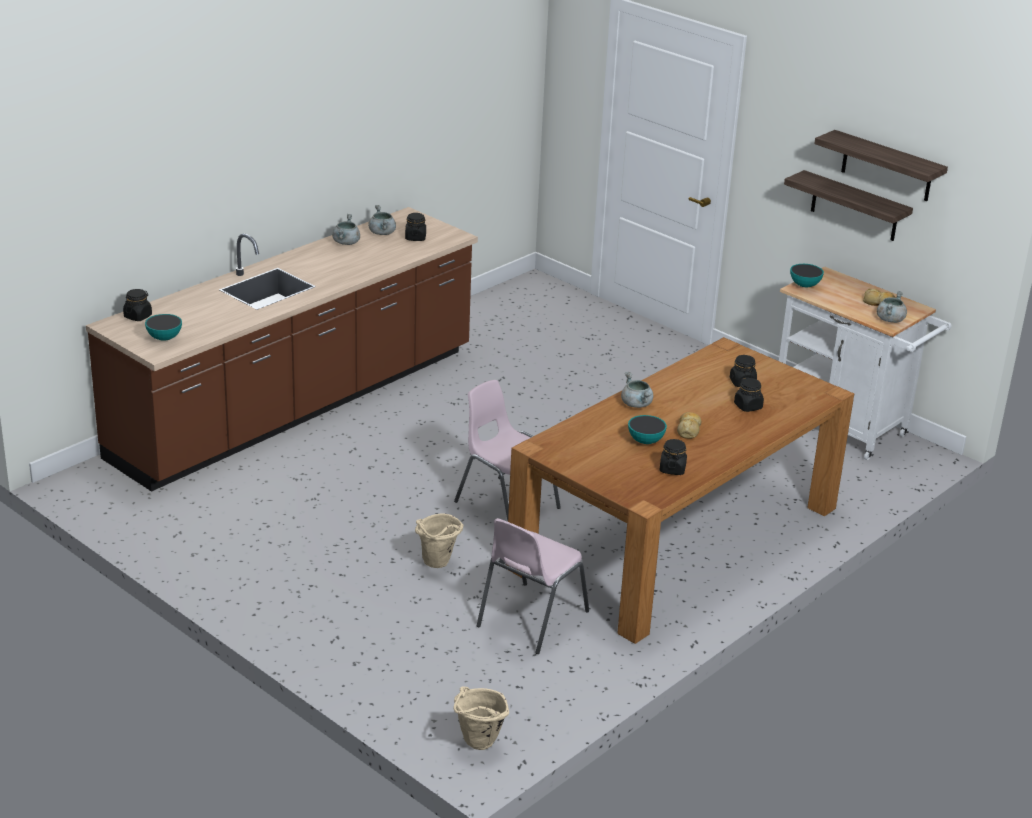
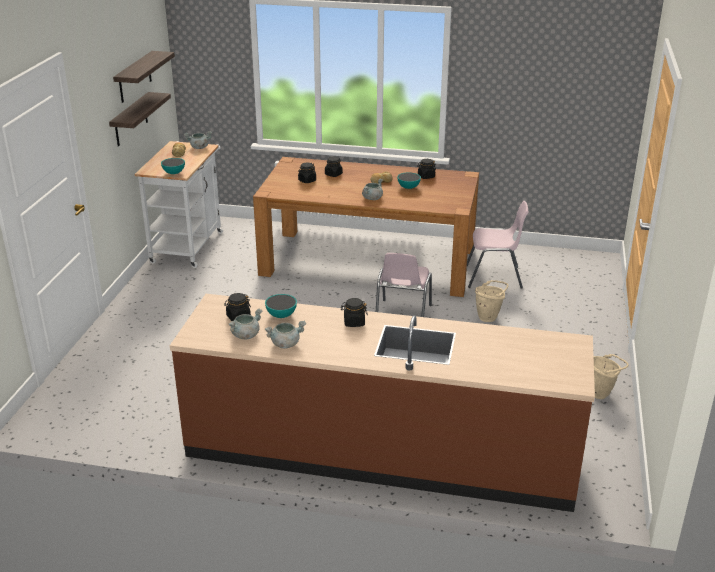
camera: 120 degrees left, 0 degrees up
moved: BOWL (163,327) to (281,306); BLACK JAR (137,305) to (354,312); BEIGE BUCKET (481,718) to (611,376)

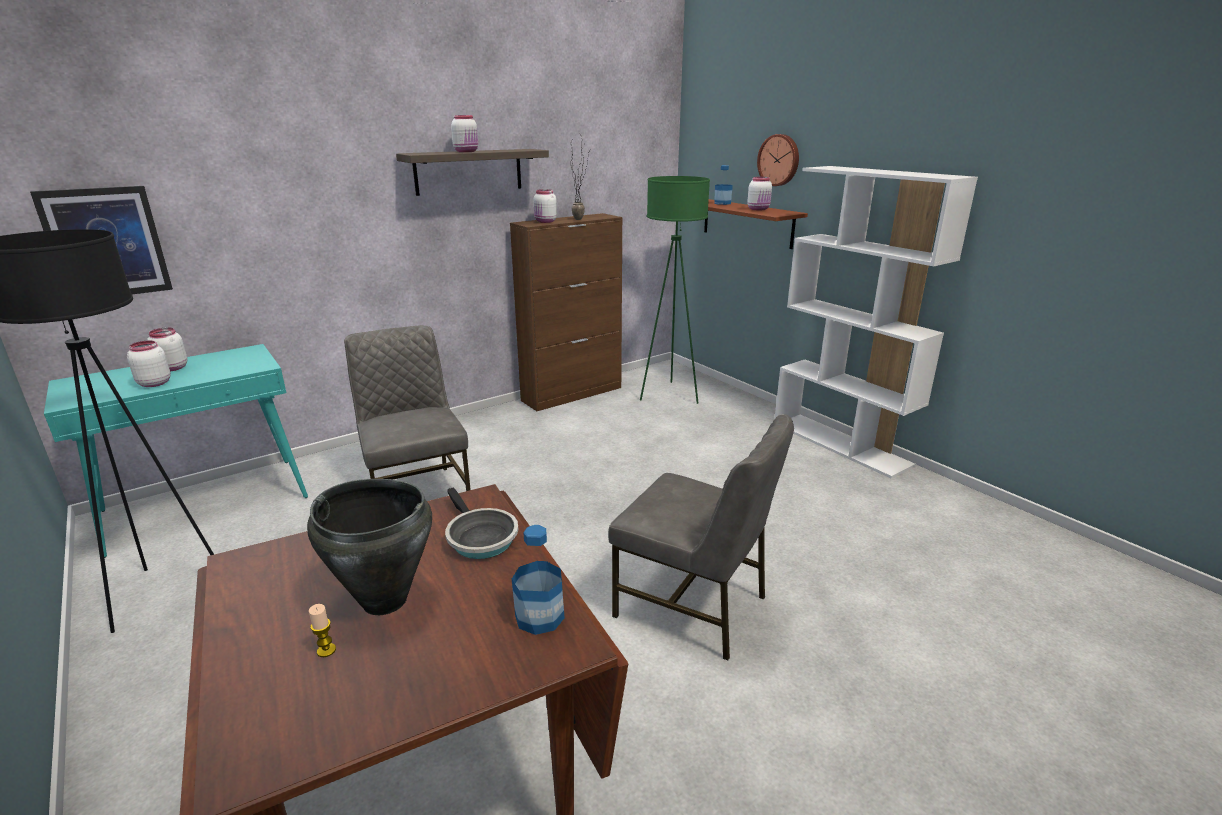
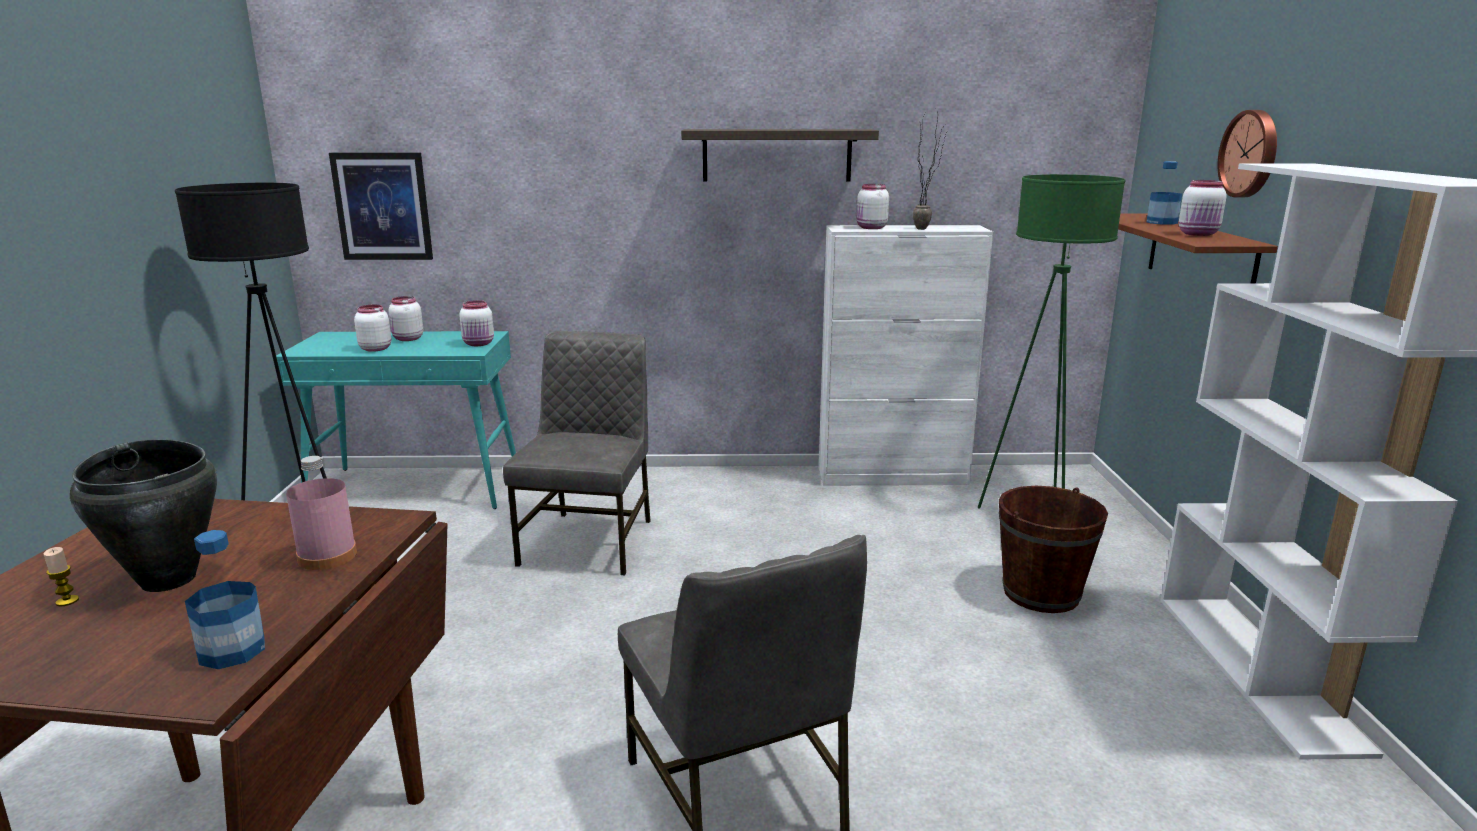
camera: 35 degrees right, 5 degrees down
added: BROWN BUCKET (1053,549)
moved: WHITE JAR (464,133) to (476,323)
replaced: FRYING PAN (481,523) to PINK BOTTLE (321,513)
recoloured: BROWN CABINET (566,312) to WHITE CABINET (906,355)

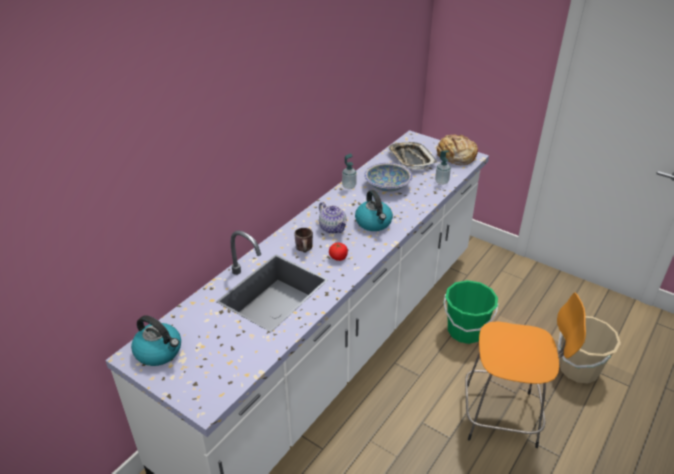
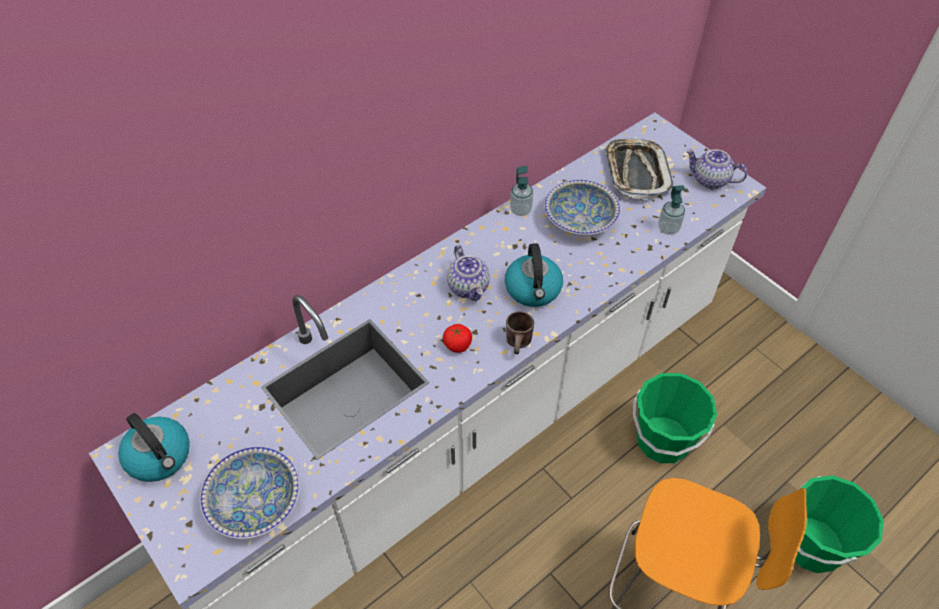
camera: 15 degrees right, 15 degrees up
added: BOWL (250,493)
moved: BROWN MUG (303,240) to (520,333)
replaced: BREAD (457,149) to TEAPOT (716,169)
recoloured: BEIGE BUCKET (589,350) to GREEN BUCKET (839,524)

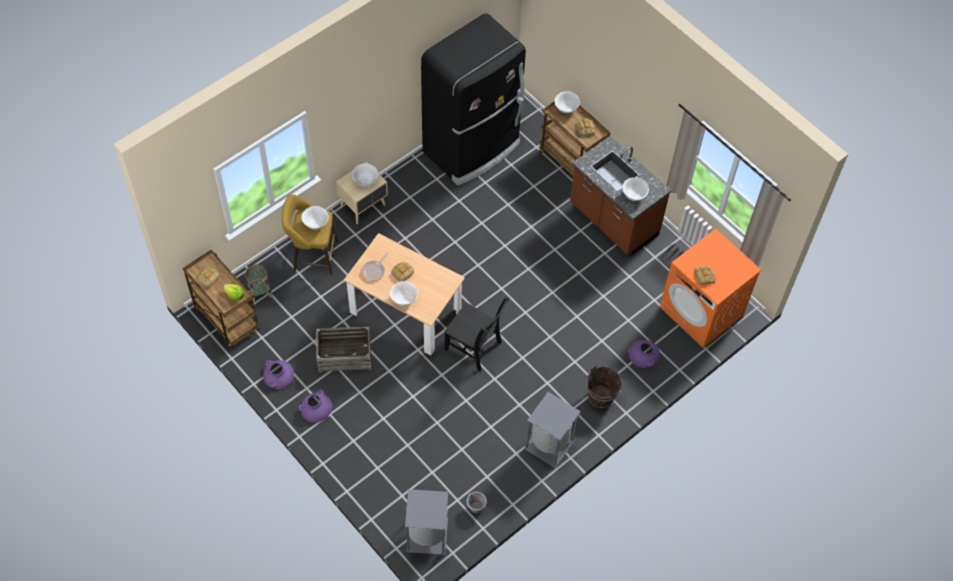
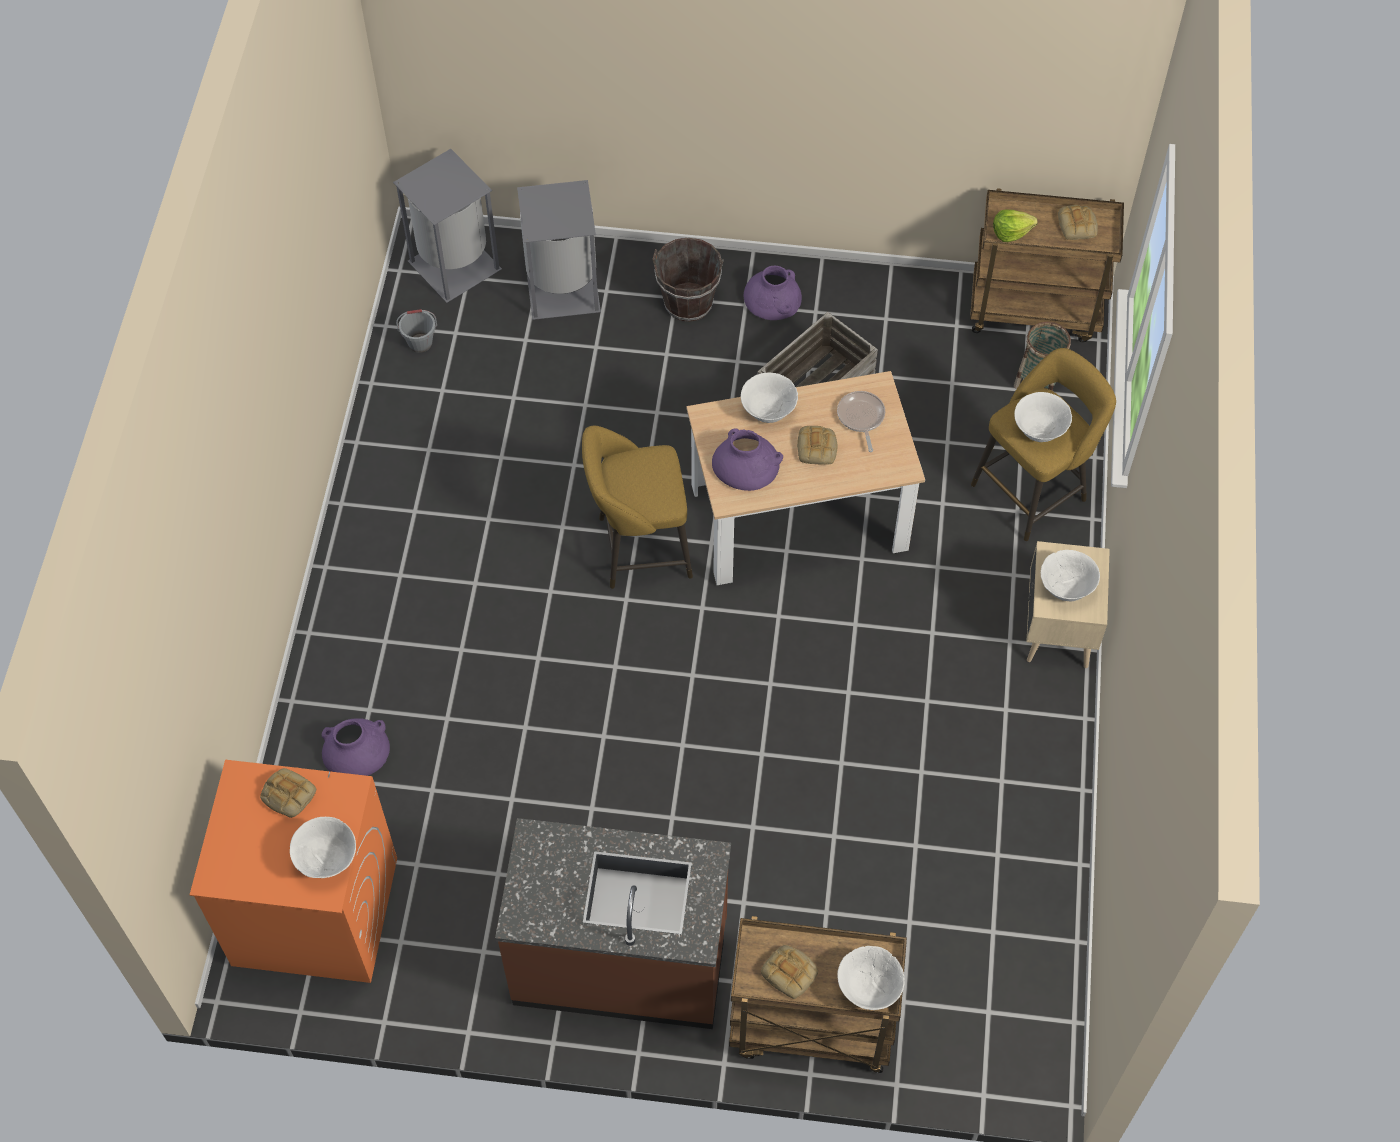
camera: 140 degrees right, 0 degrees up
removed: BLACK FRIDGE (473,99)
moved: WHITE BOWL (635,189) to (323,847); GREY TRASH CAN (552,430) to (559,250); BROWN BUCKET (604,386) to (688,280); PURPLE VASE (278,374) to (747,459)
replaced: BLACK CHAIR (476,334) to YELLOW STOOL (637,507)

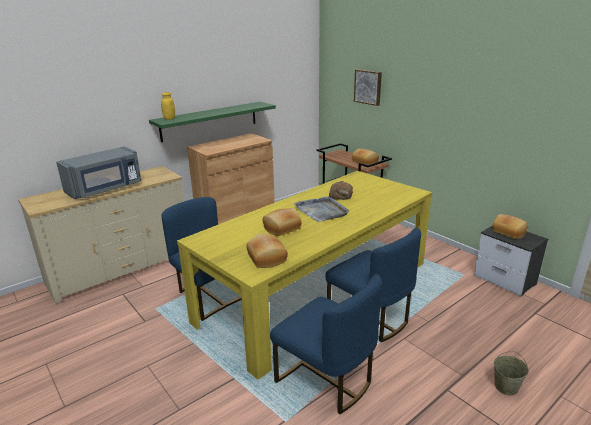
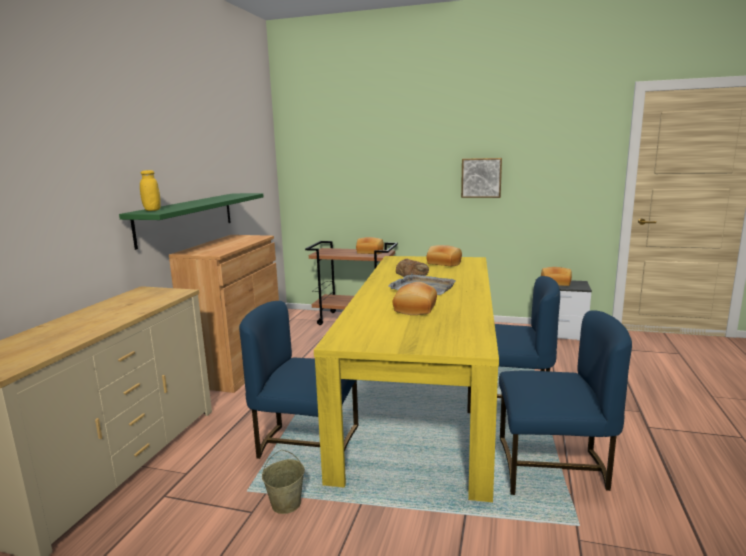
camera: 35 degrees left, 10 degrees down
removed: GREY MICROWAVE (98,172)
moved: BEIGE BUCKET (511,373) to (283,482); BREAD (267,251) to (444,255); PICTURE (368,87) to (481,178)

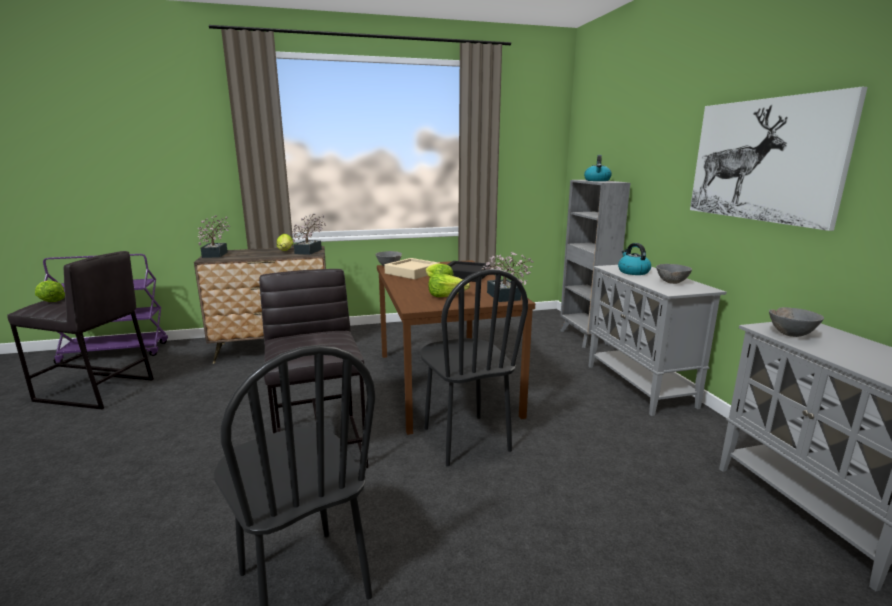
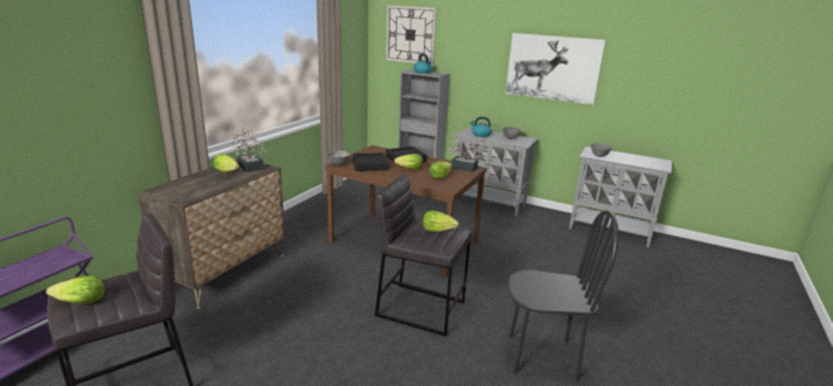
camera: 50 degrees left, 5 degrees up
removed: POTTED PLANT (214,236); BLACK CHAIR (474,368)
added: WALL CLOCK (411,35); LETTUCE (441,221)
recoloured: BEIGE TRAY (412,269) to BLACK TRAY (371,162)

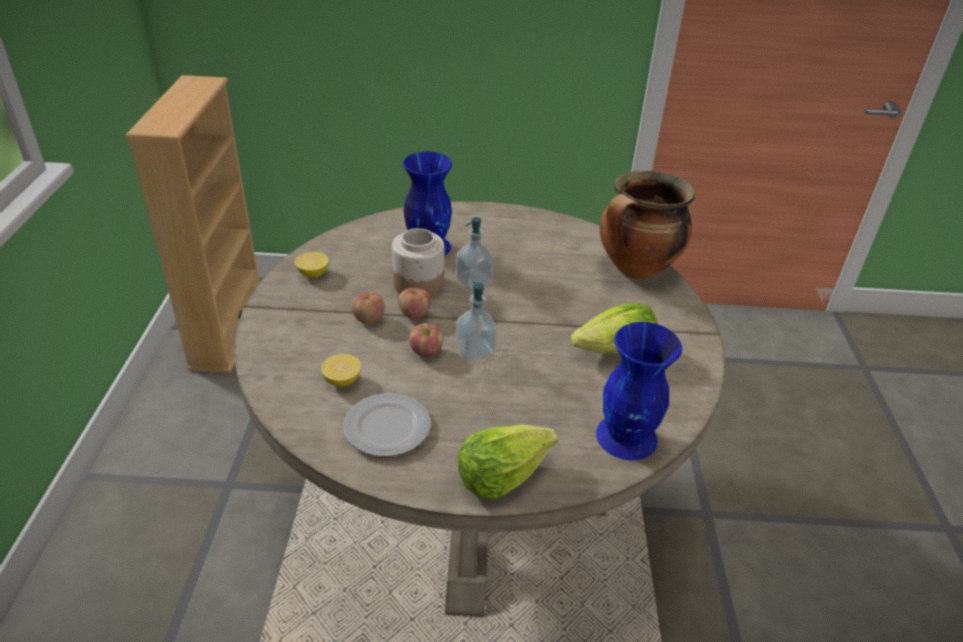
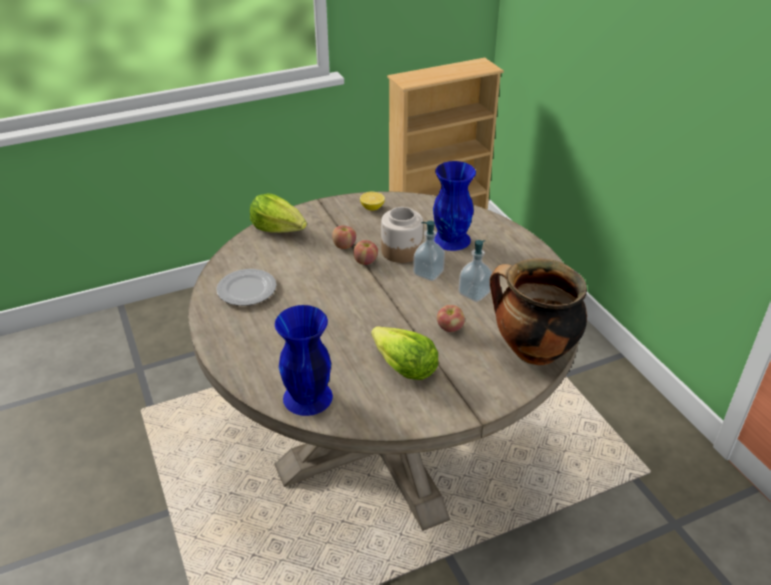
camera: 65 degrees right, 0 degrees up
removed: LEMON (341,370)
moved: LETTUCE (508,462) to (278,213); APPLE (426,340) to (451,318); SOAP DISPENSER (476,321) to (475,271)

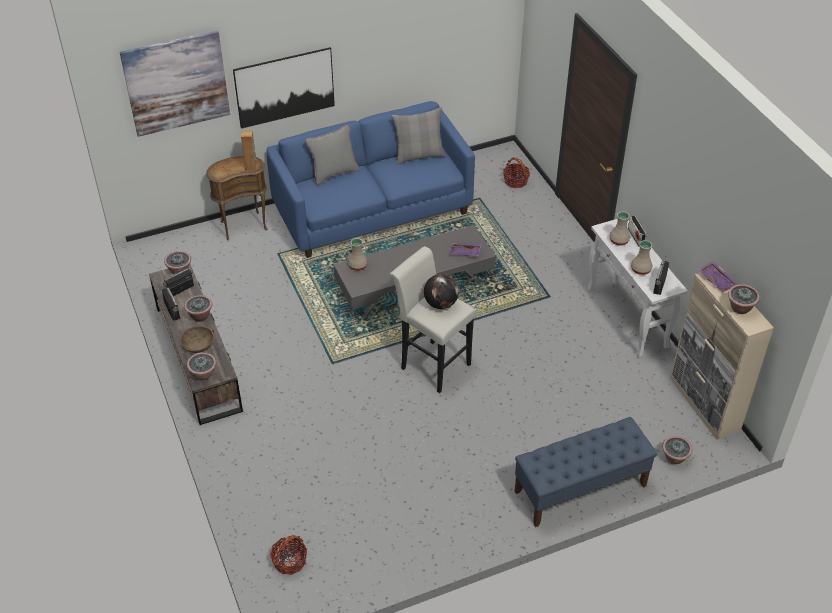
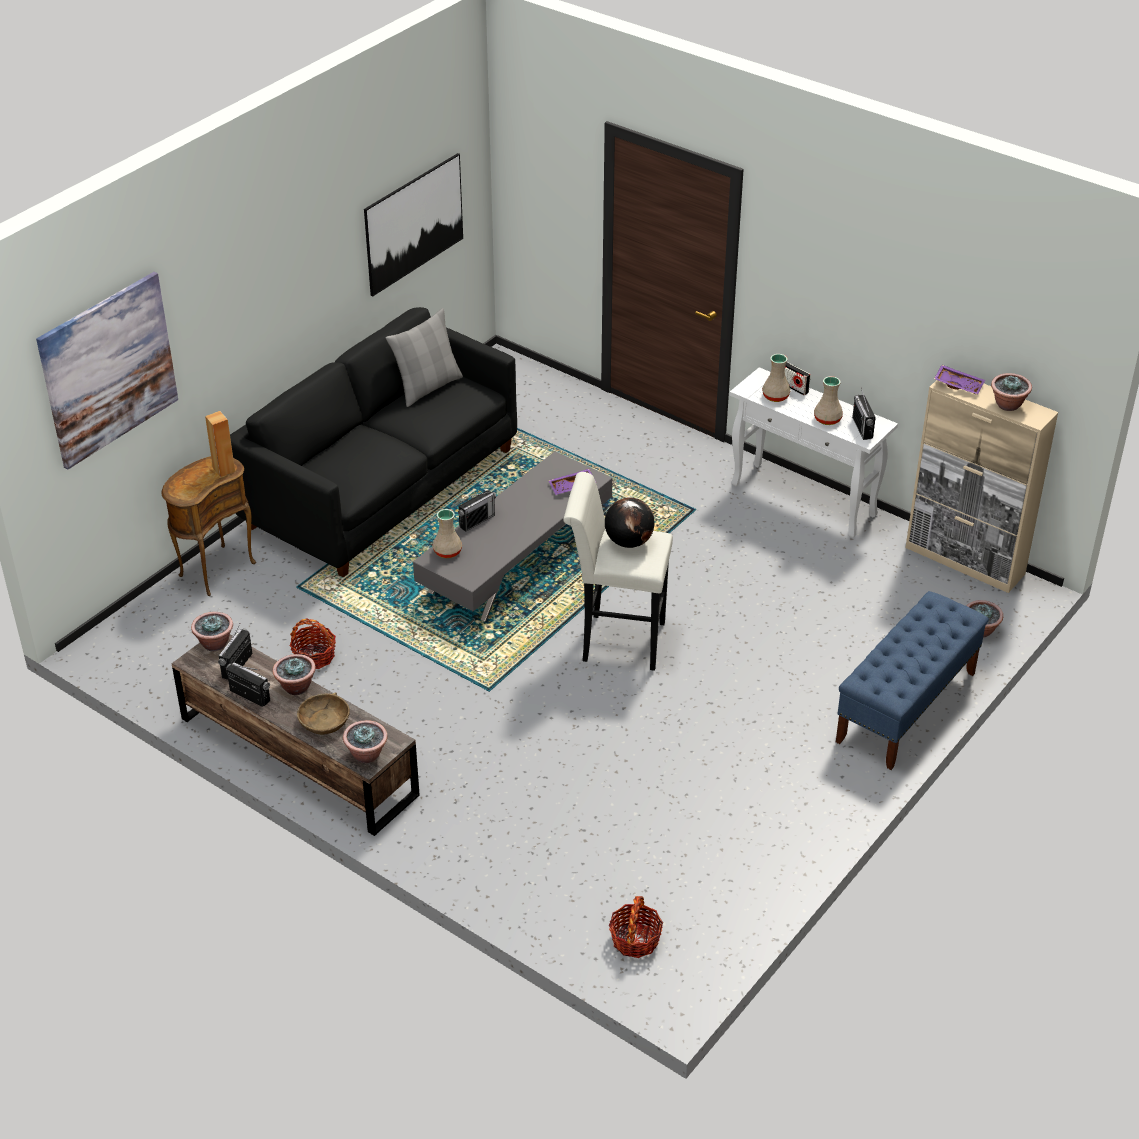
camera: 30 degrees left, 5 degrees down
removed: GREY PILLOW (332,155)
added: RADIO (477,511)
moved: BASKET (516,172) to (313,644); PICTURE (284,88) to (413,225)
recoloured: BLUE SOFA (370,179) to BLACK SOFA (373,442)

